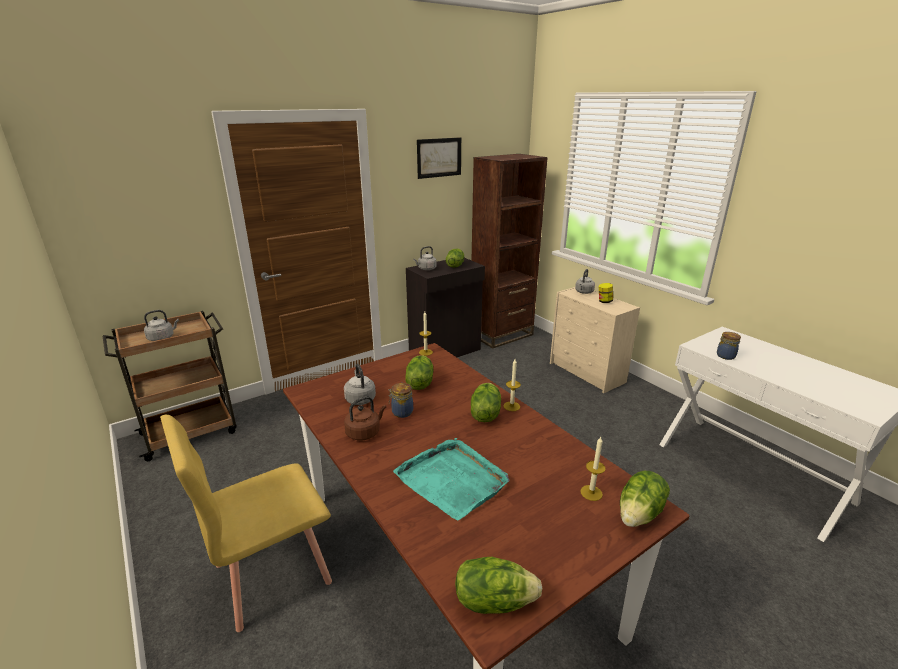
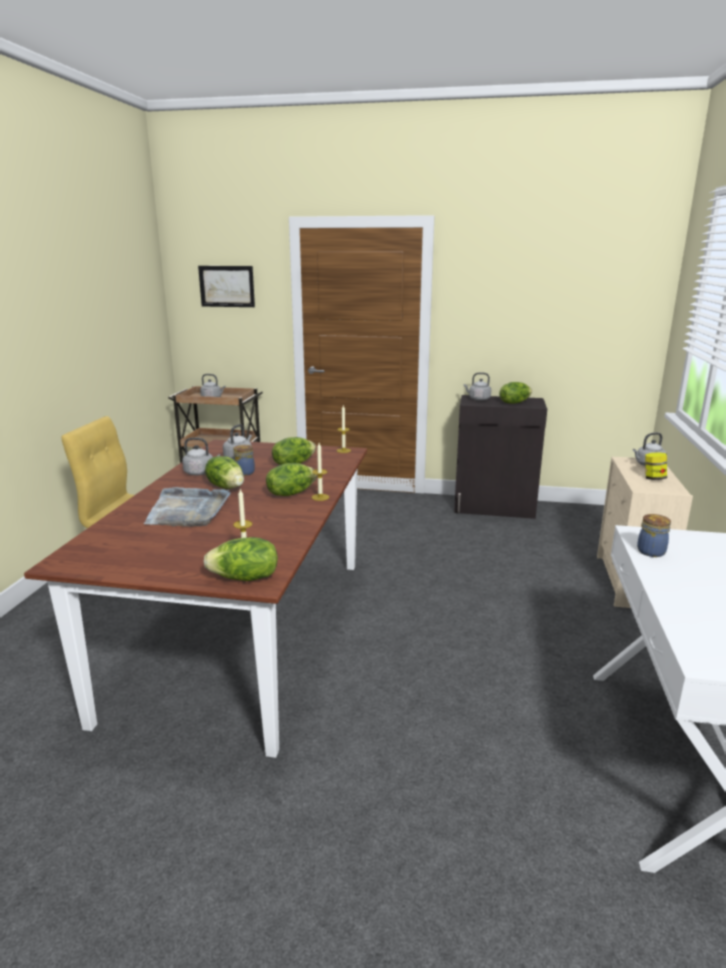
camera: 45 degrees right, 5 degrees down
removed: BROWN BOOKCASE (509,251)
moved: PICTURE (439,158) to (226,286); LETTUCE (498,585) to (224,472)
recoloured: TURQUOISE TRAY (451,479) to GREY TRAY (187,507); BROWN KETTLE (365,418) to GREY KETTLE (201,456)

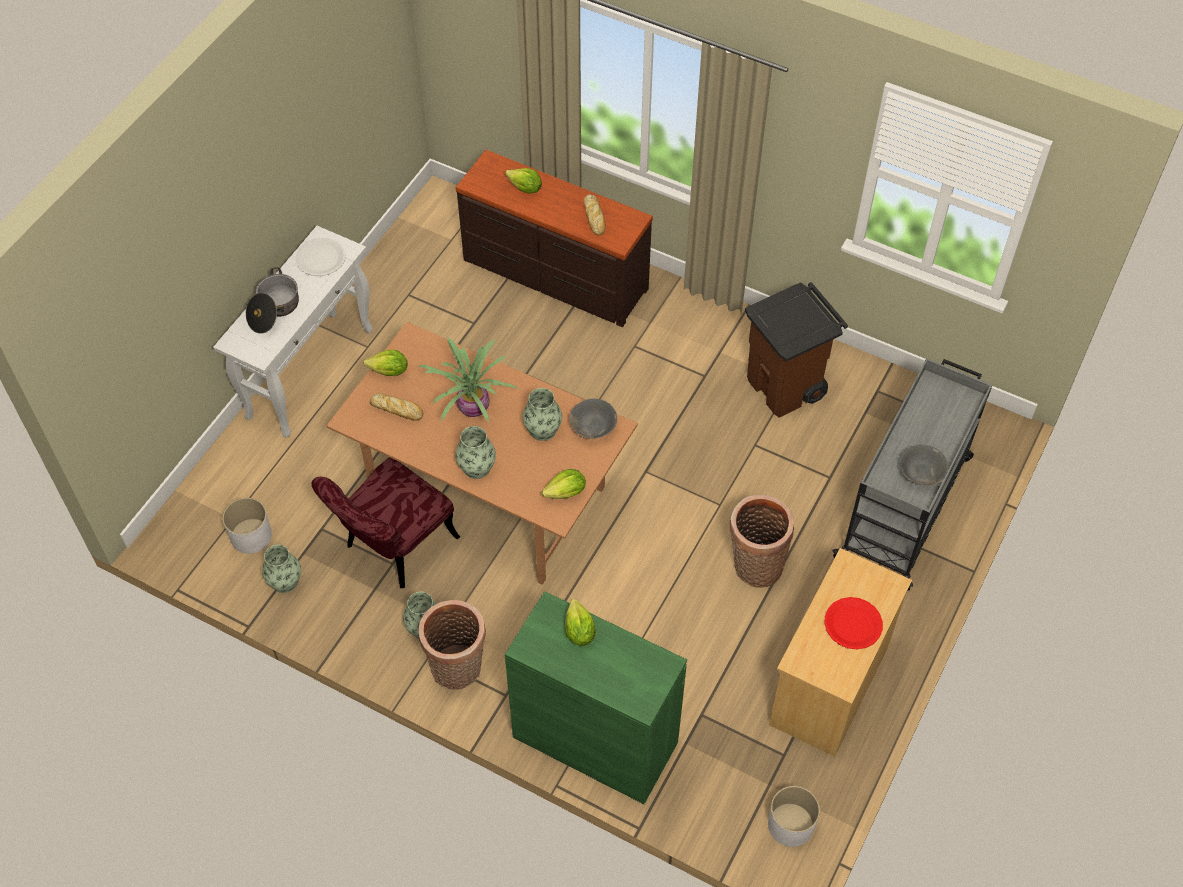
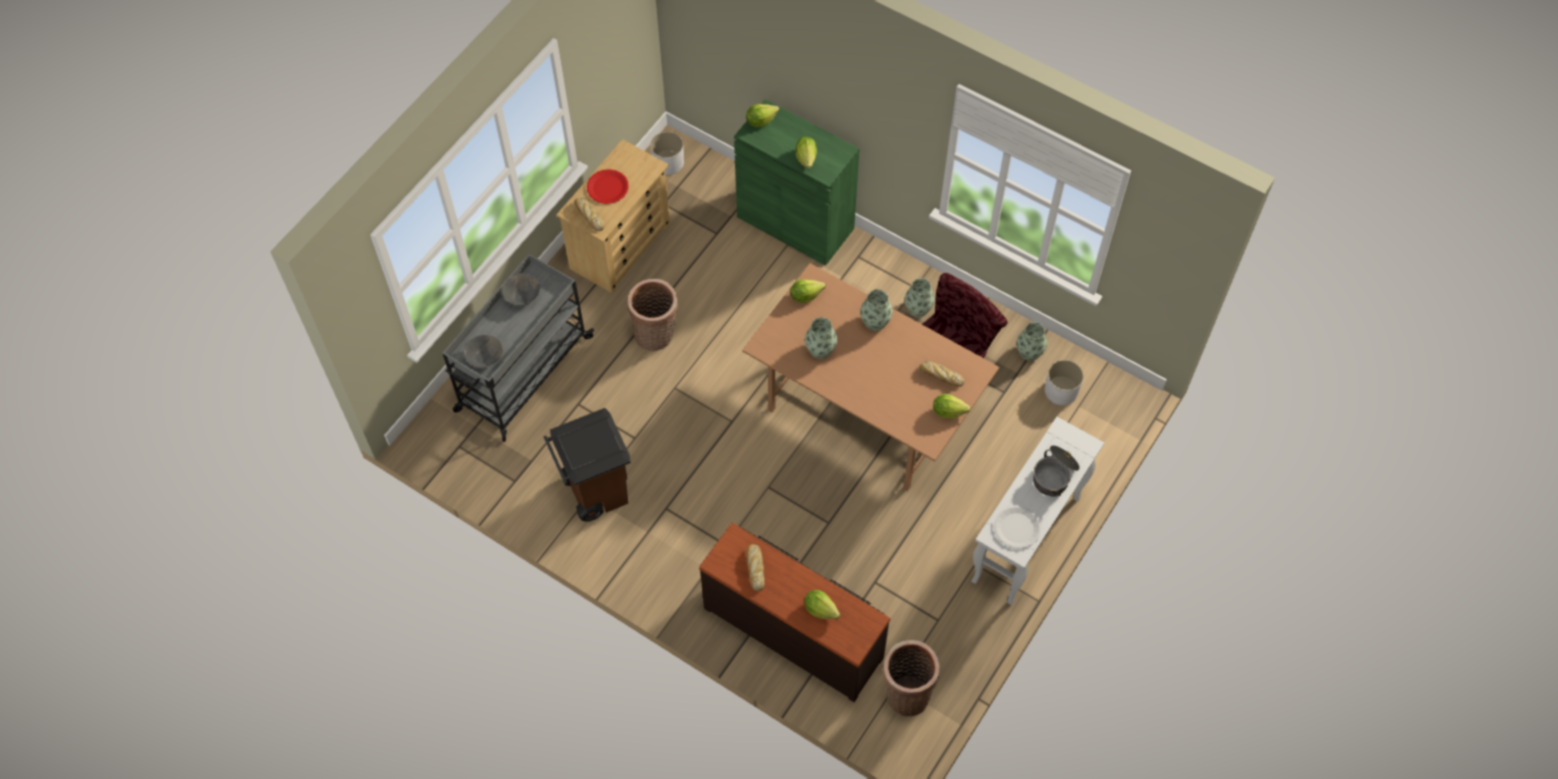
camera: 175 degrees left, 5 degrees up
removed: POTTED PLANT (468,380)
added: BREAD (589,214); LETTUCE (762,115)
moved: GREY BOWL (593,419) to (483,351); BASKET (452,645) to (911,678)

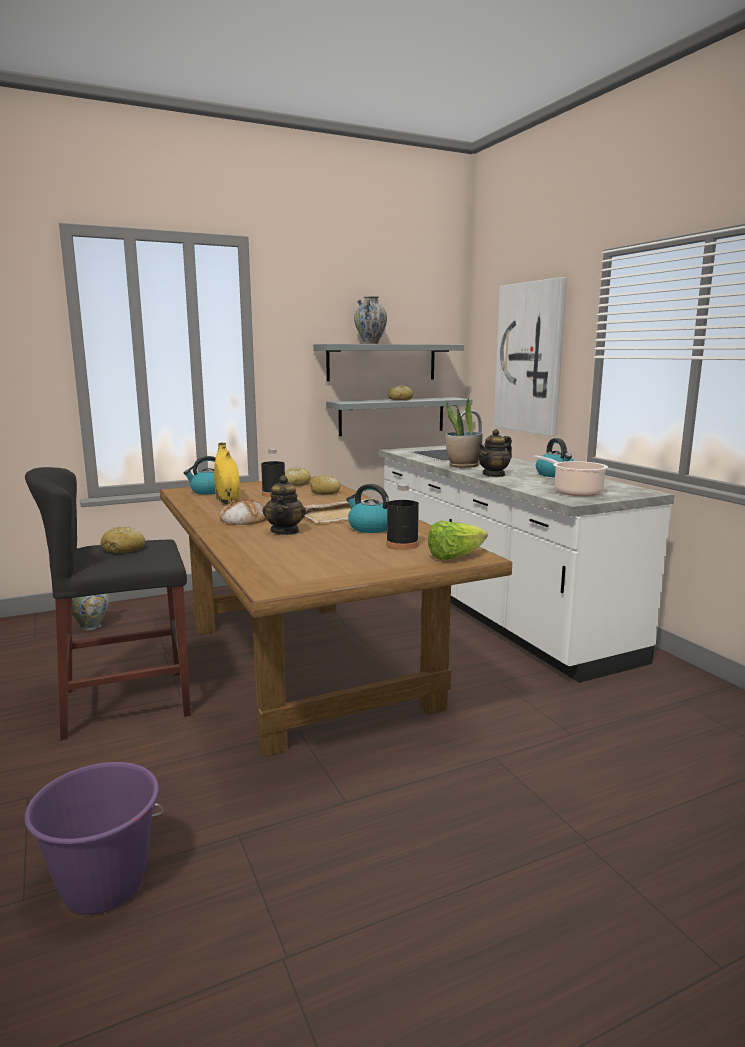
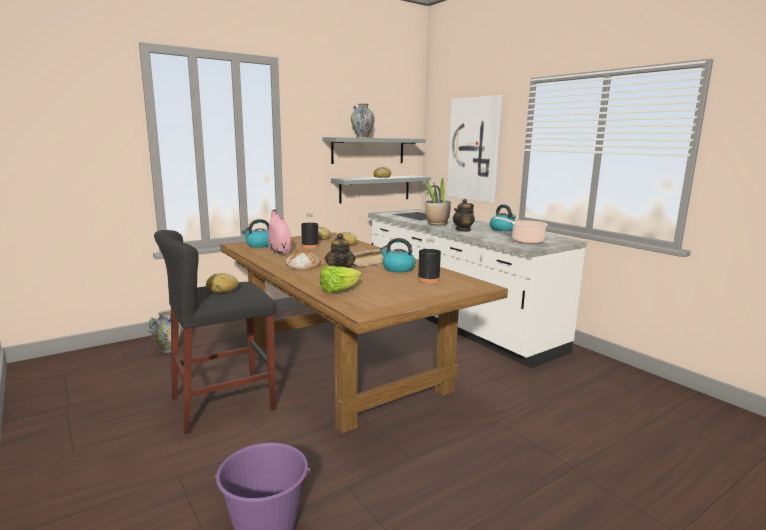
camera: 10 degrees left, 0 degrees up
moved: LETTUCE (458,540) to (341,279)
recoloured: YELLOW VASE (227,473) to PINK VASE (279,231)

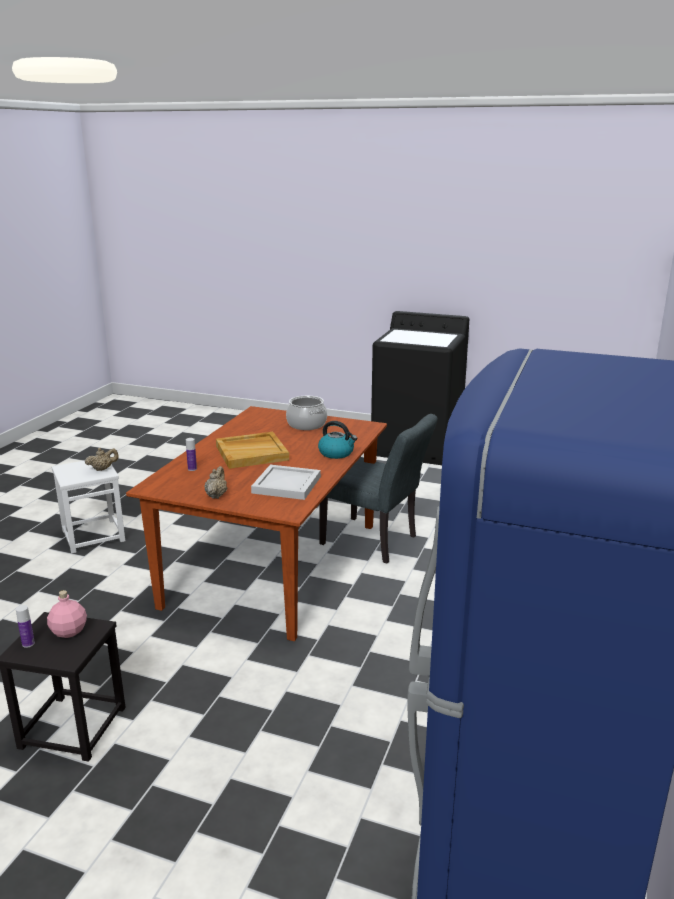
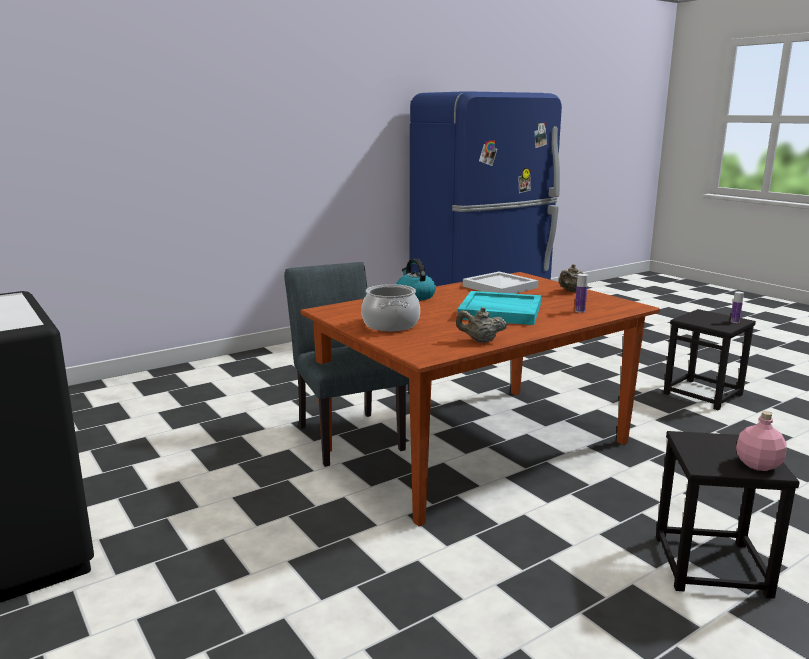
camera: 145 degrees left, 5 degrees down
moved: BEIGE TEAPOT (102,459) to (481,325); PINK BOTTLE (67,614) to (761,441)
recoloured: BEIGE TRAY (252,450) to TURQUOISE TRAY (499,308); WHITE STOOL (88,507) to BLACK STOOL (728,515)

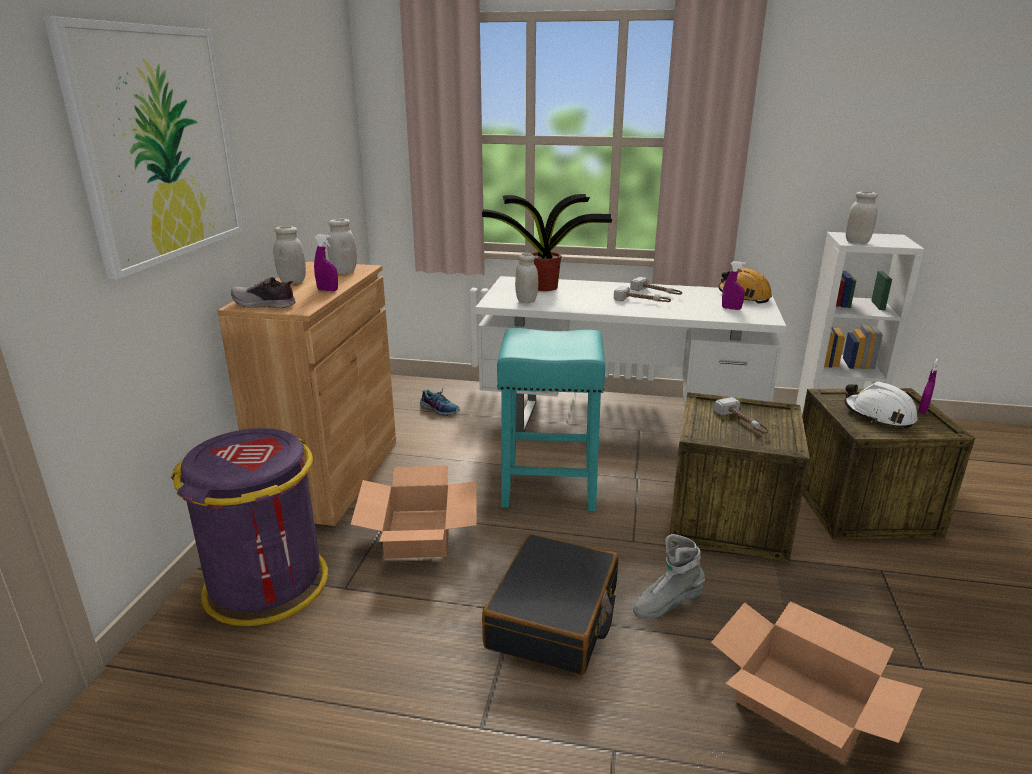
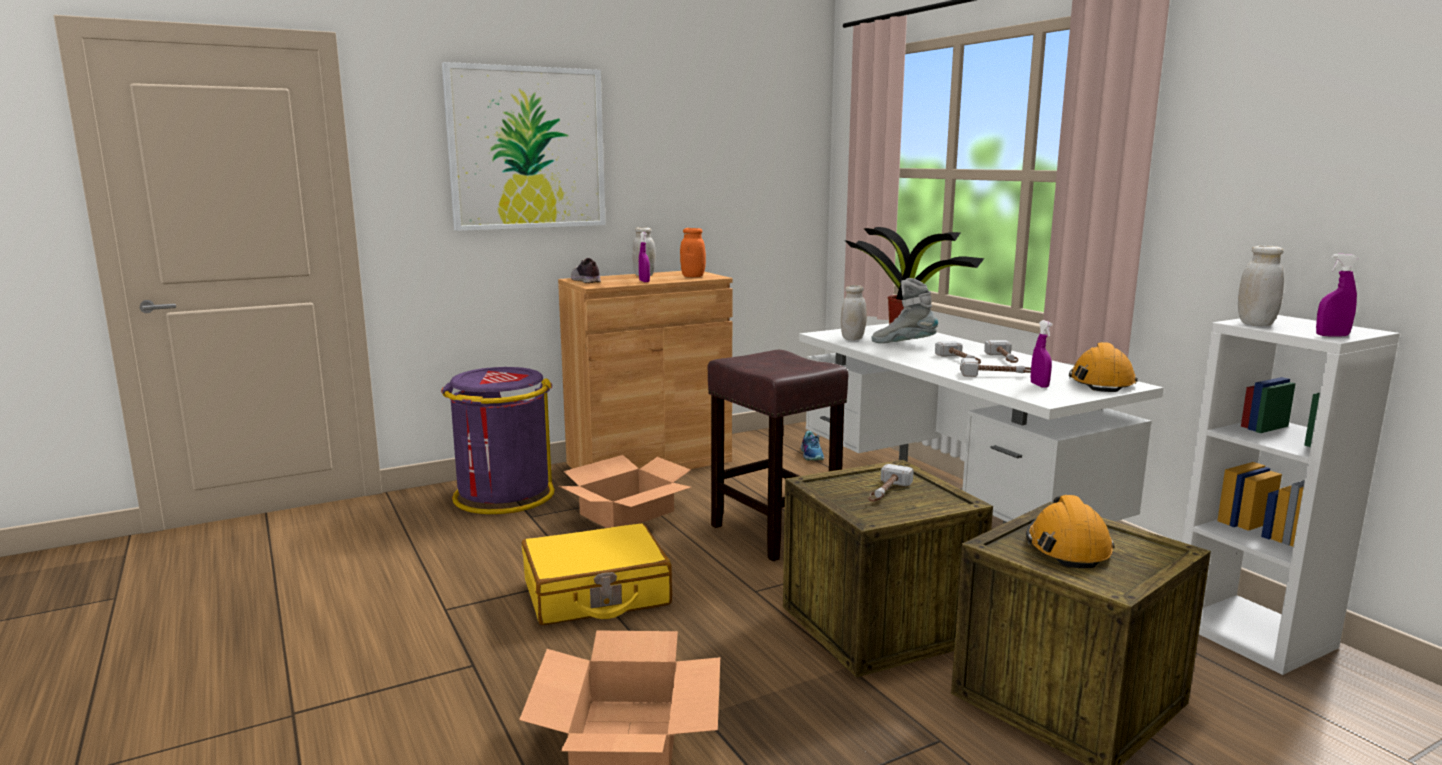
camera: 50 degrees right, 10 degrees down
added: HAMMER (995,367)
moved: GREY BOOT (669,576) to (904,310); PURPLE SPRAY BOTTLE (928,386) to (1337,295)
recoloured: BLACK SUITCASE (550,604) to YELLOW SUITCASE (597,574); WHITE JAR (342,246) to ORANGE JAR (693,252); TURQUOISE STOOL (551,420) to BROWN STOOL (778,455); WHITE HARD HAT (880,405) to ORANGE HARD HAT (1070,531)

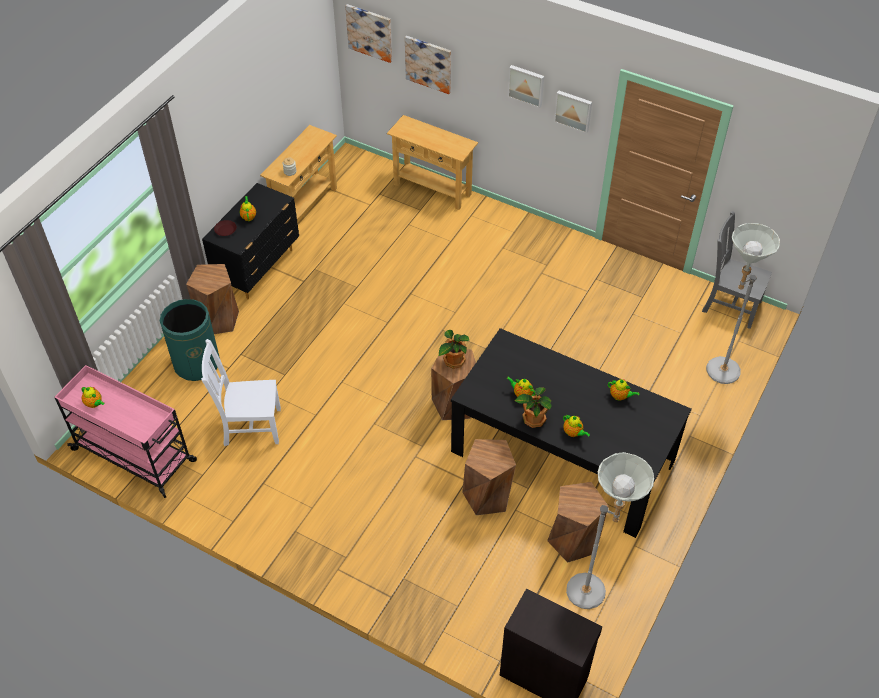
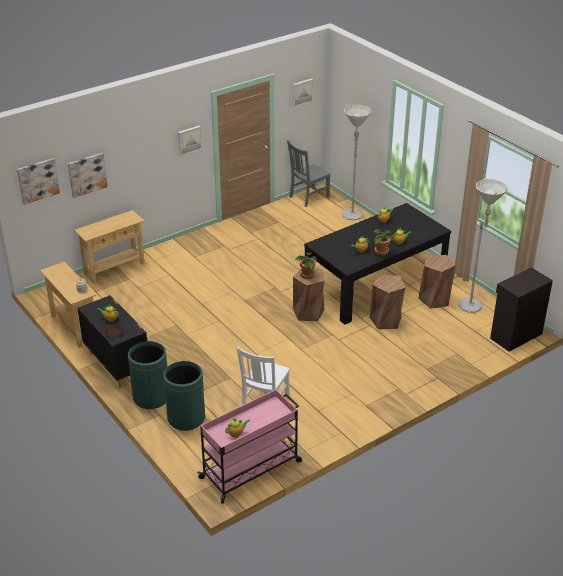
camera: 65 degrees left, 15 degrees down
moved: PICTURE (526,86) to (302,92)
replaced: BROWN STOOL (212,299) to GREEN TRASH CAN (147,375)

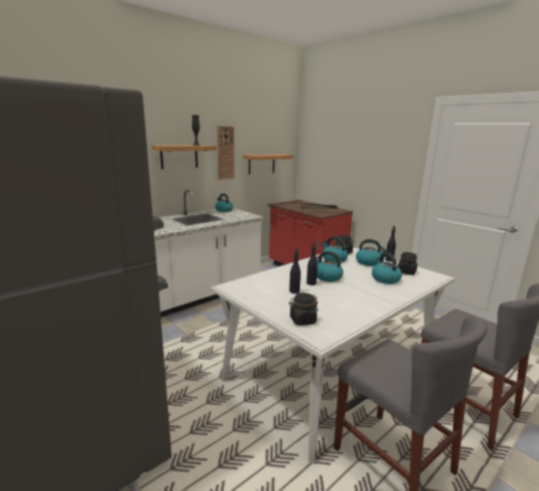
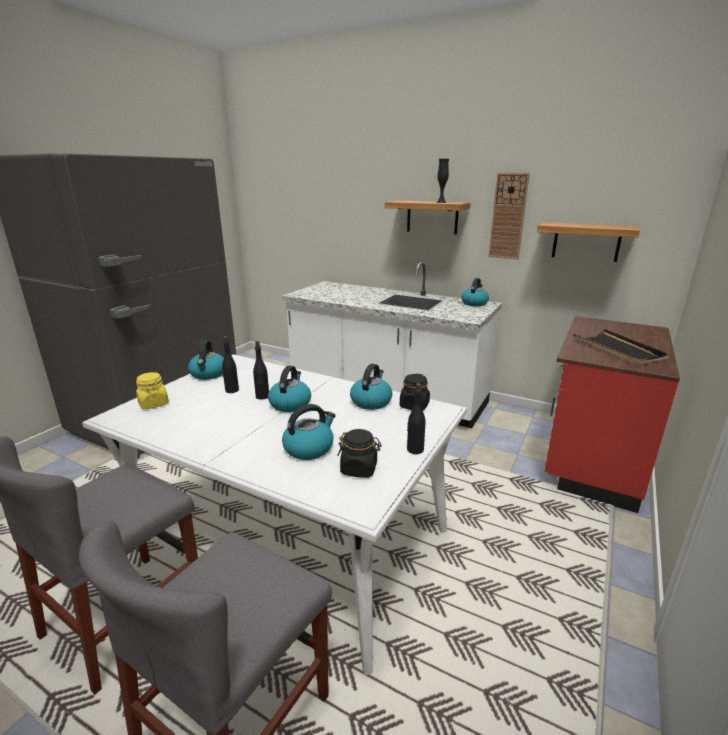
camera: 70 degrees right, 5 degrees up
moved: KETTLE (371,252) to (206,360)
recoloured: BLACK JAR (303,309) to YELLOW JAR (152,390)

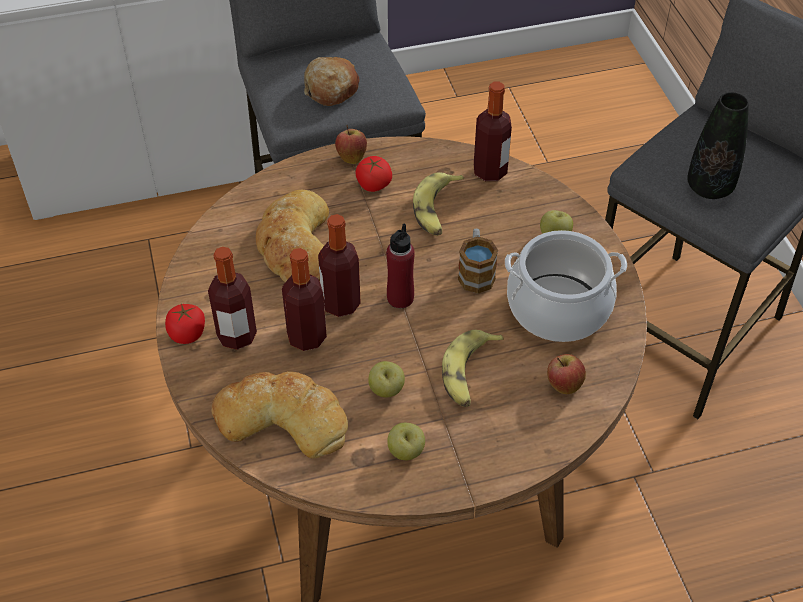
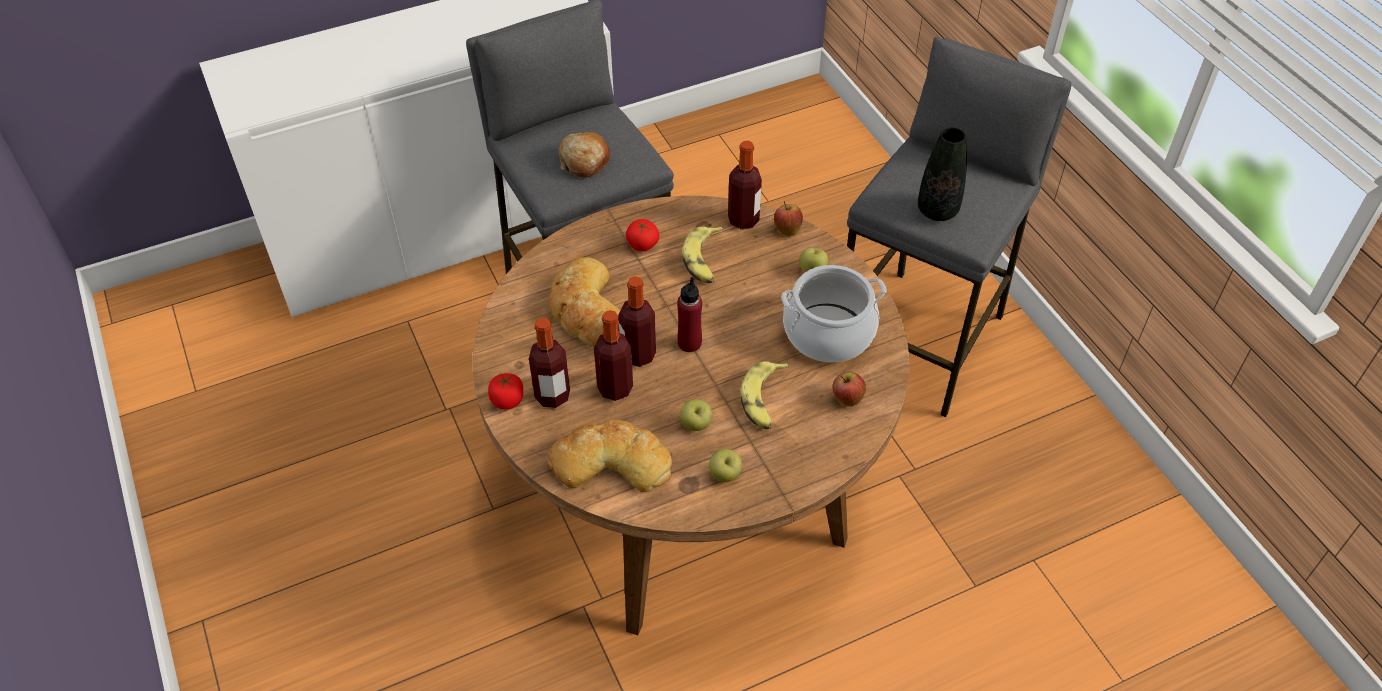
camera: 10 degrees left, 0 degrees up
removed: MUG (478,261)
moved: APPLE (351,144) to (788,218)

